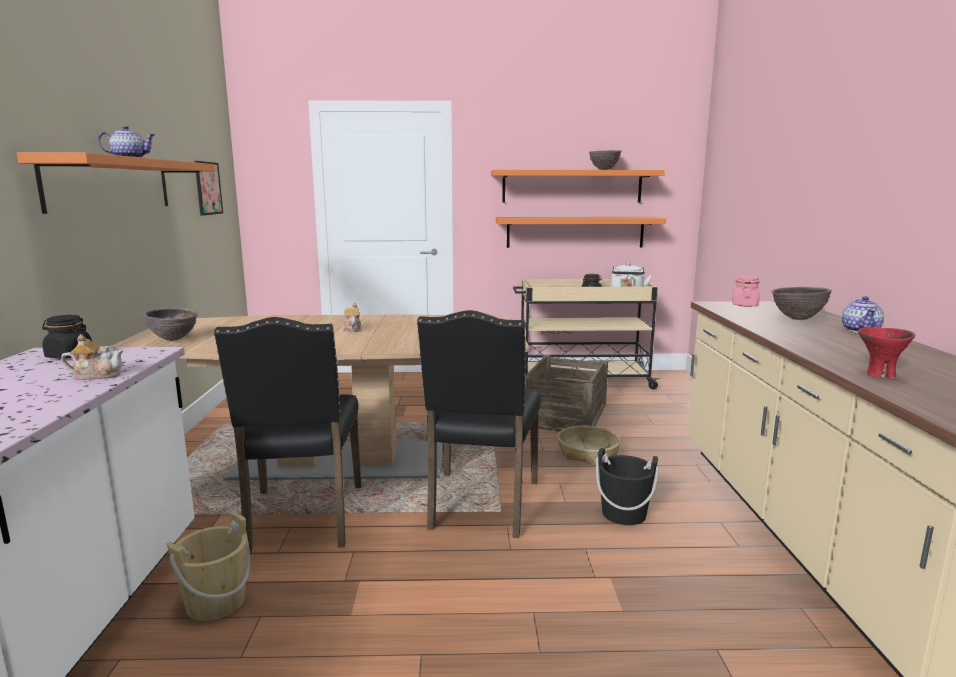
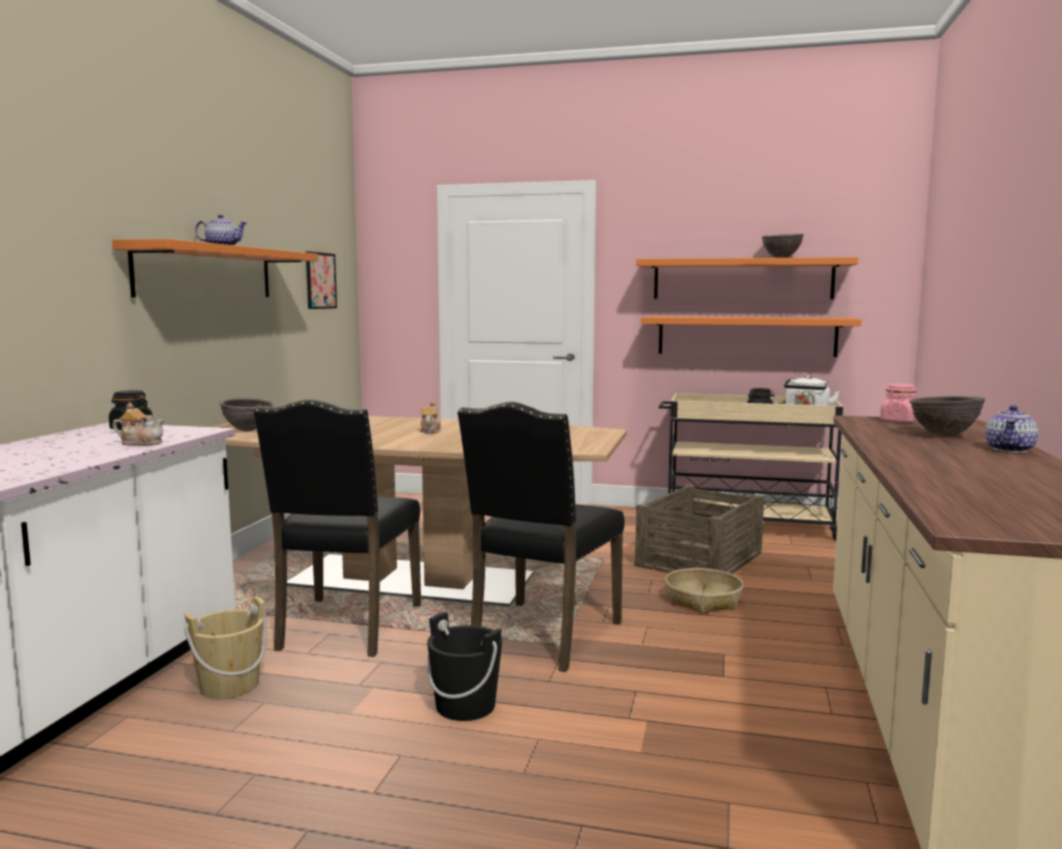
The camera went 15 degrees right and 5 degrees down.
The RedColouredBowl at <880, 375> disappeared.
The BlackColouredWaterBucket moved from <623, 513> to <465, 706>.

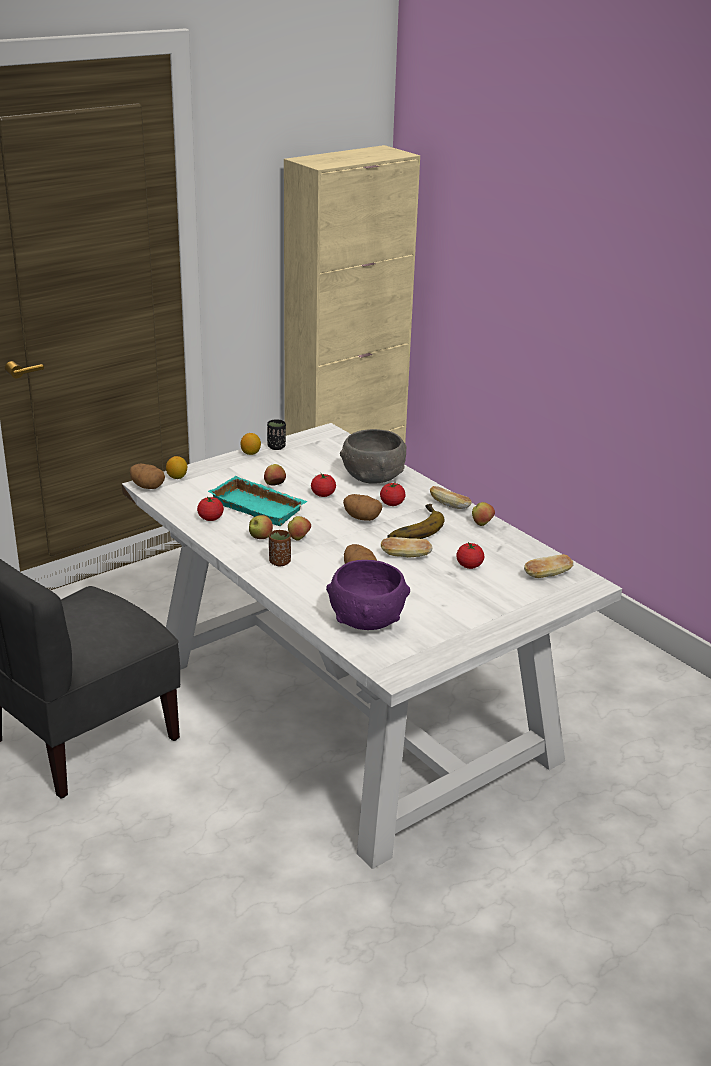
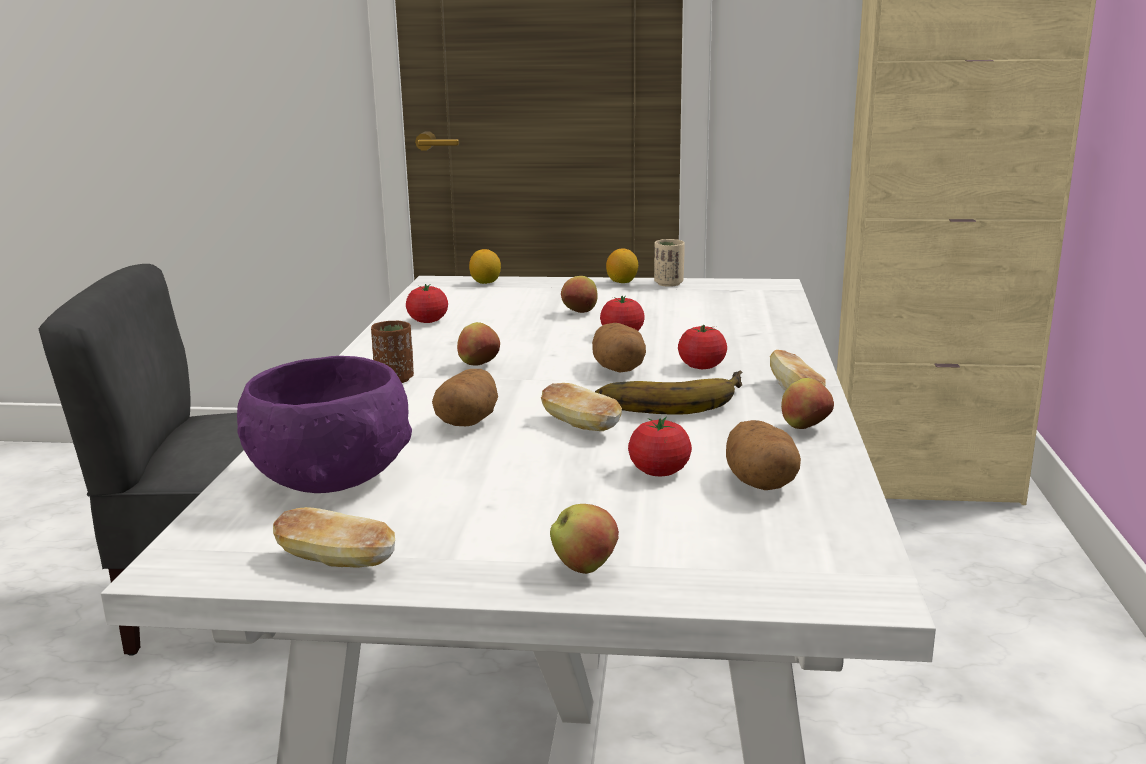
The camera went 45 degrees right and 10 degrees down.
The TurquoiseServingTray at <260, 506> disappeared.
The GreyBowl at <373, 477> disappeared.
The Spud moved from <147, 487> to <760, 482>.
The WholeApple moved from <260, 537> to <584, 568>.
The BakeryBread moved from <547, 575> to <336, 563>.
The BlackColouredDrinkingCup at <276, 447> became the BeigeColouredDrinkingCup at <668, 283>.

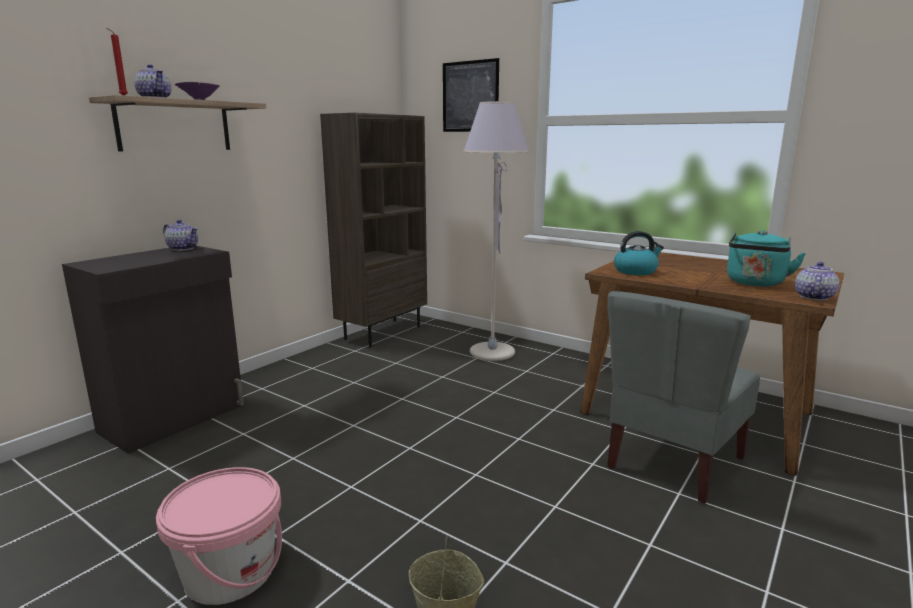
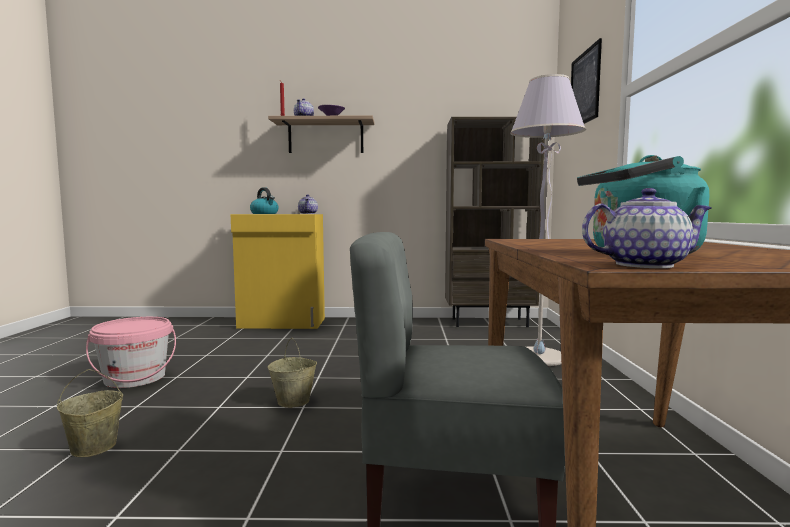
The camera went 55 degrees right and 10 degrees down.
The BeigeColouredWaterBucket at <294, 401> appeared.
The Kettle moved from <636, 271> to <265, 213>.
The BlackColouredStorageCabinet at <175, 418> became the YellowishStorageCabinet at <282, 323>.

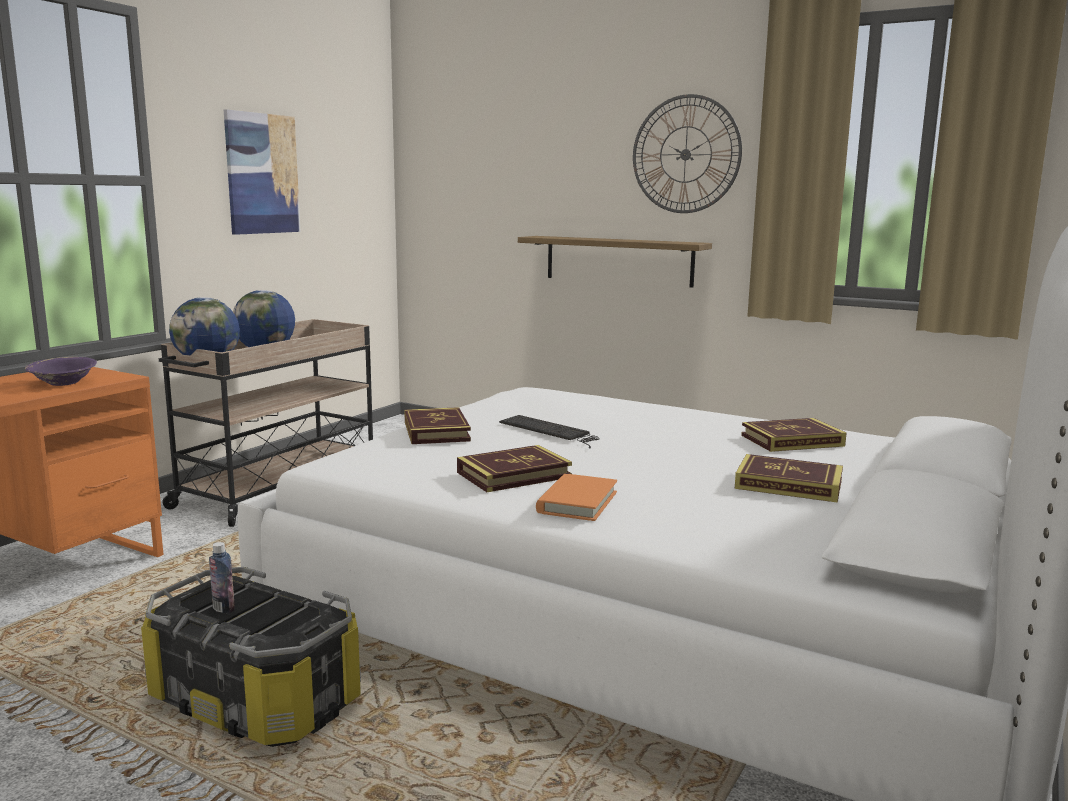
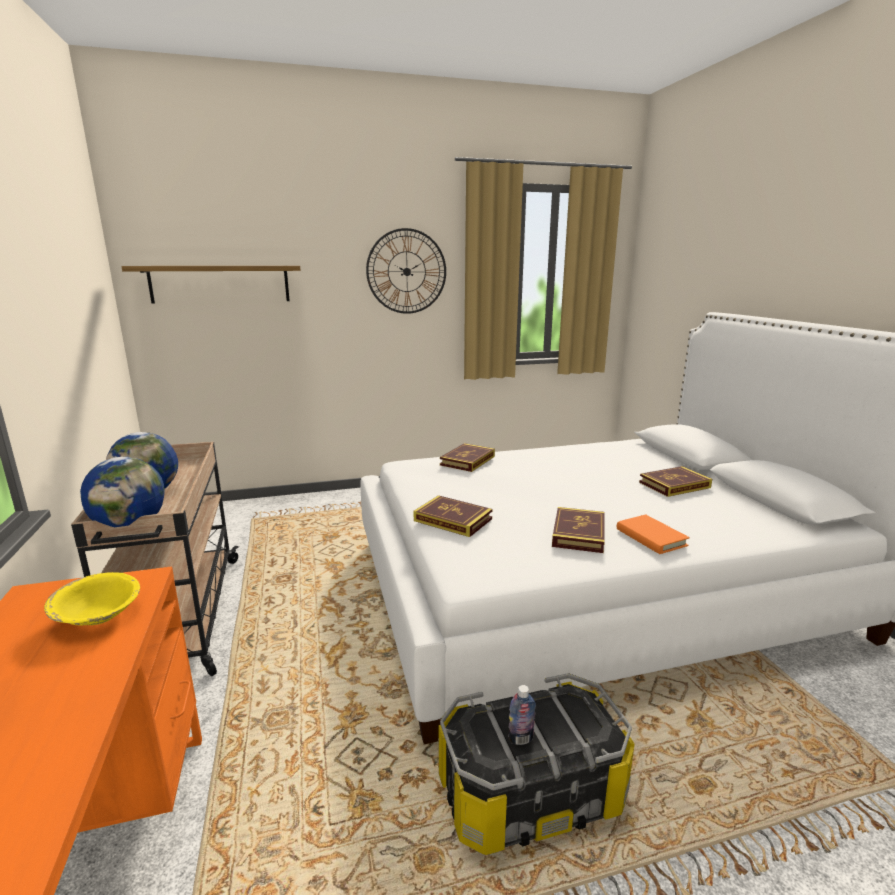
The camera went 45 degrees left and 5 degrees up.
The WallPicture at <262, 174> disappeared.
The Keyboard at <551, 431> disappeared.
The WallShelf moved from <618, 260> to <220, 284>.
The BoundBook moved from <792, 440> to <467, 460>.
The PurpleBowl at <63, 383> became the YellowishBowl at <98, 616>.

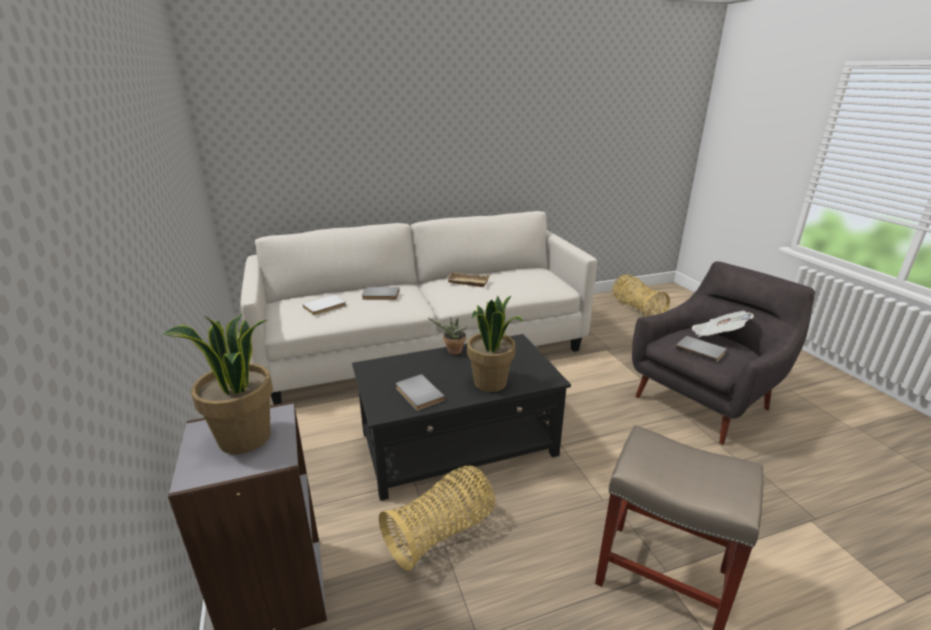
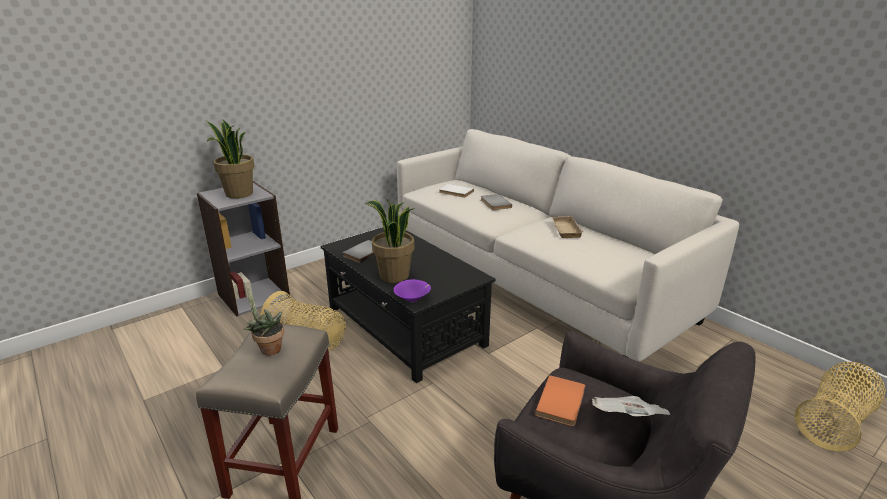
The camera went 70 degrees right and 0 degrees up.
The PurpleBowl at <413, 300> appeared.
The PlantInAPot moved from <453, 352> to <268, 349>.
The GreyBoundBook at <700, 350> became the OrangeColouredBoundBook at <562, 402>.

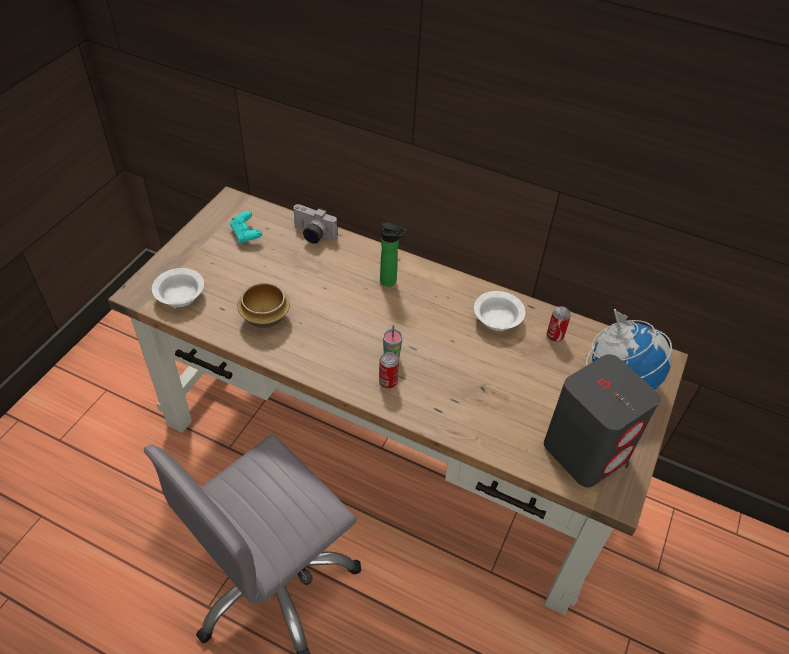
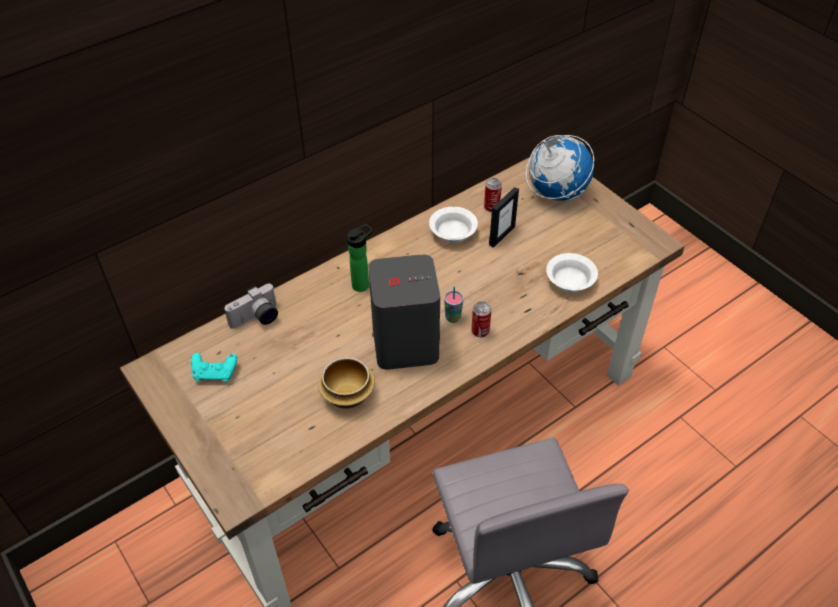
The camera went 60 degrees left and 0 degrees up.
The PictureFrame at <501, 235> appeared.
The WhiteColouredBowl moved from <181, 295> to <569, 280>.
The GreyLoudspeaker moved from <586, 450> to <405, 343>.

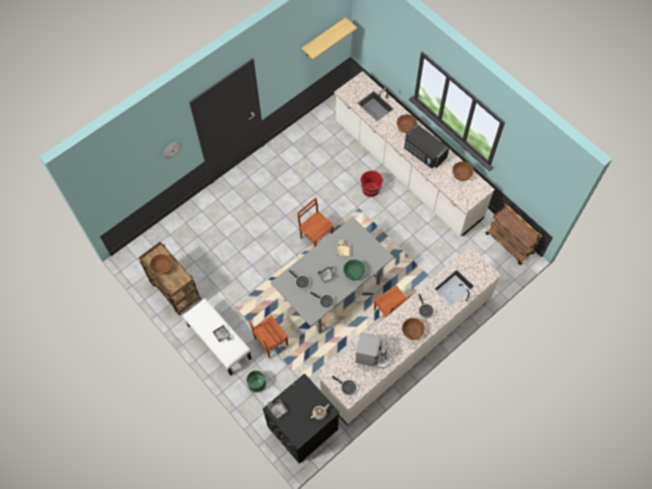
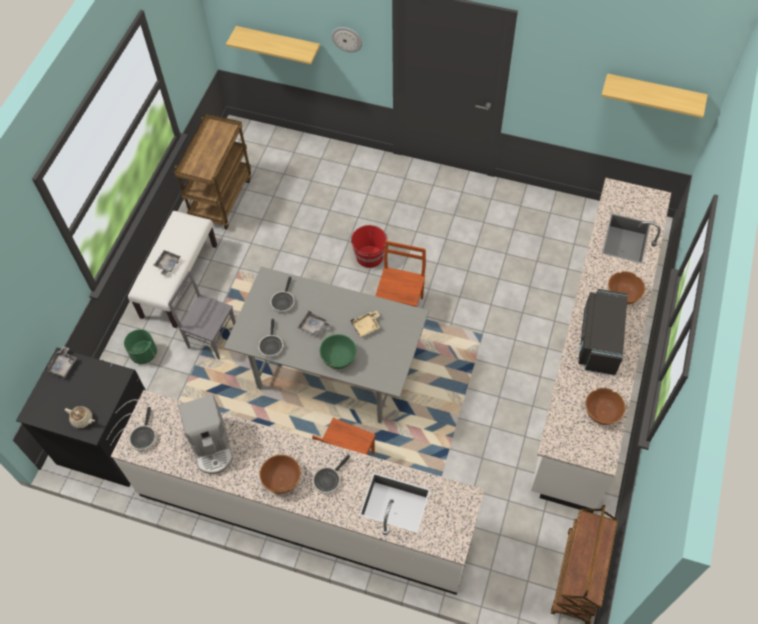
The camera went 60 degrees right and 5 degrees down.
The BrownColouredBowl at <162, 268> disappeared.
The WallShelf at <279, 44> appeared.
The RedColouredWaterBucket moved from <371, 189> to <370, 257>.
The BrownColouredPlainChair at <270, 342> became the GreyPlainChair at <212, 337>.

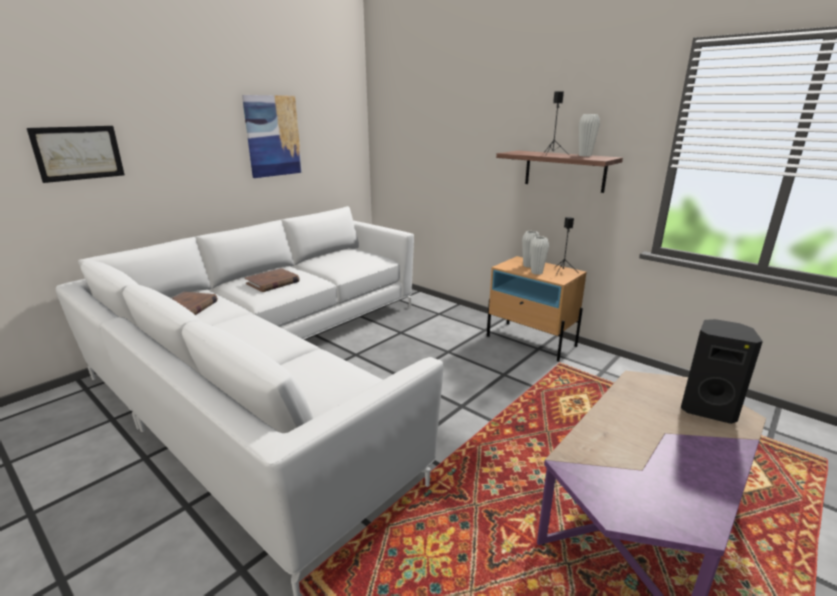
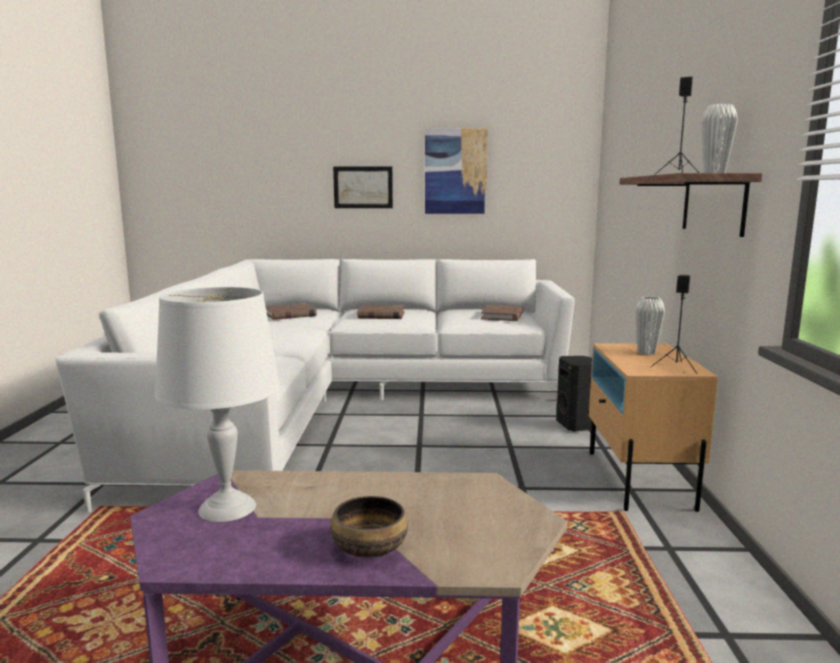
The camera went 50 degrees right and 10 degrees down.
The WhiteColouredFlowerVase at <536, 272> disappeared.
The WhiteColouredTableLamp at <228, 507> appeared.
The Bowl at <368, 547> appeared.
The BrownColouredBoundBook at <502, 316> appeared.
The WallPicture moved from <78, 153> to <363, 187>.
The BlackColouredLoudspeaker moved from <707, 409> to <576, 425>.

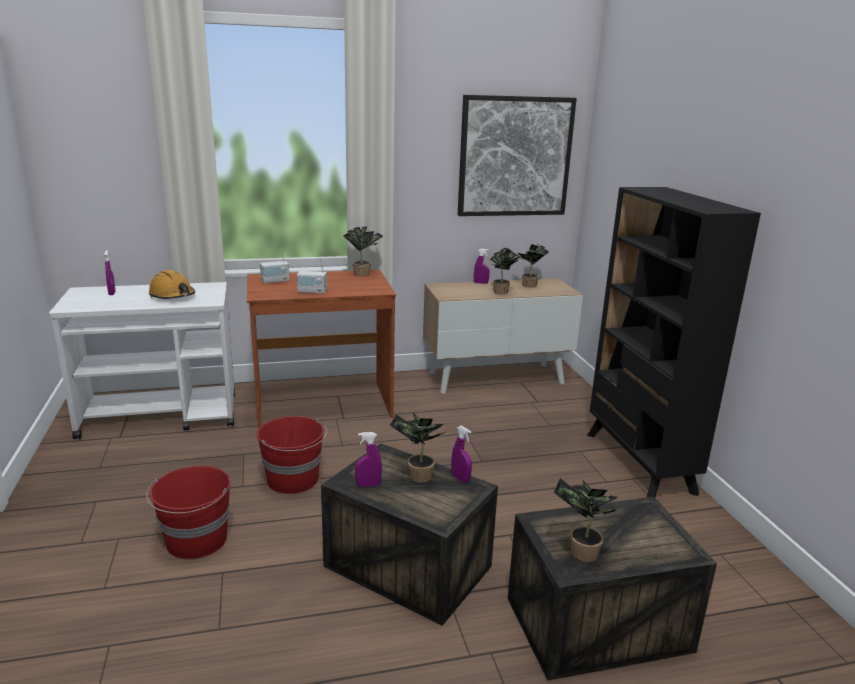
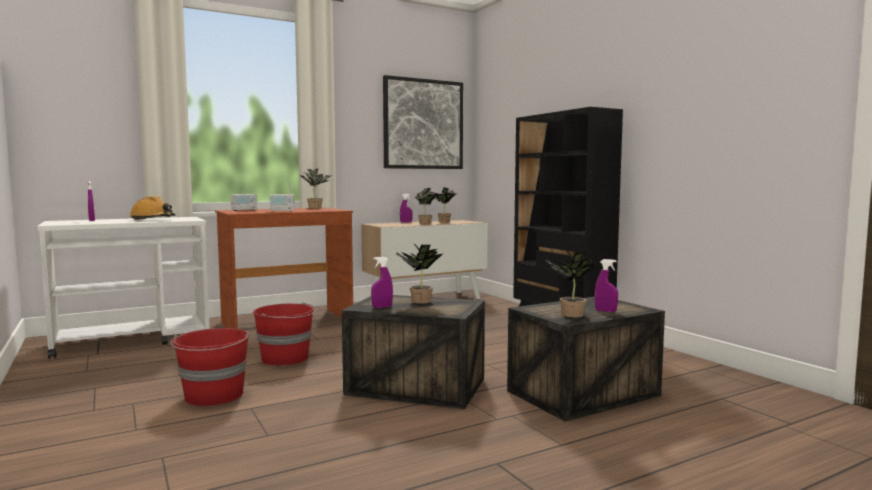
The camera went 15 degrees left and 15 degrees down.
The PurpleHandSprayer moved from <460, 479> to <605, 311>.

